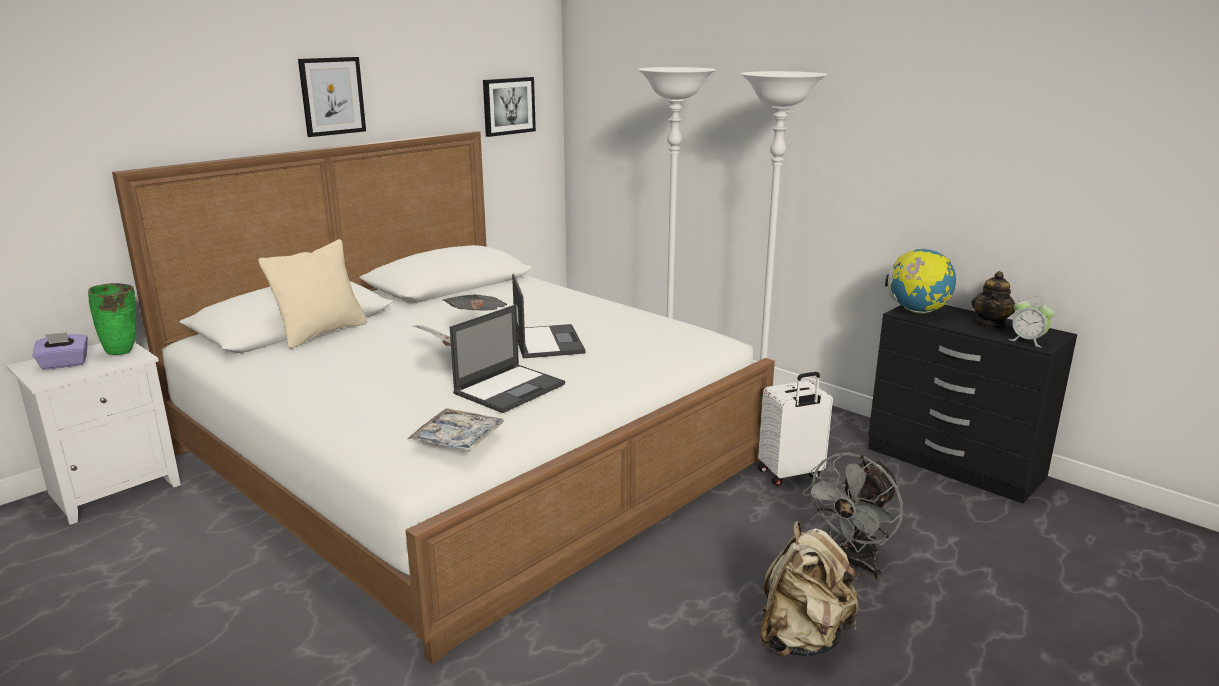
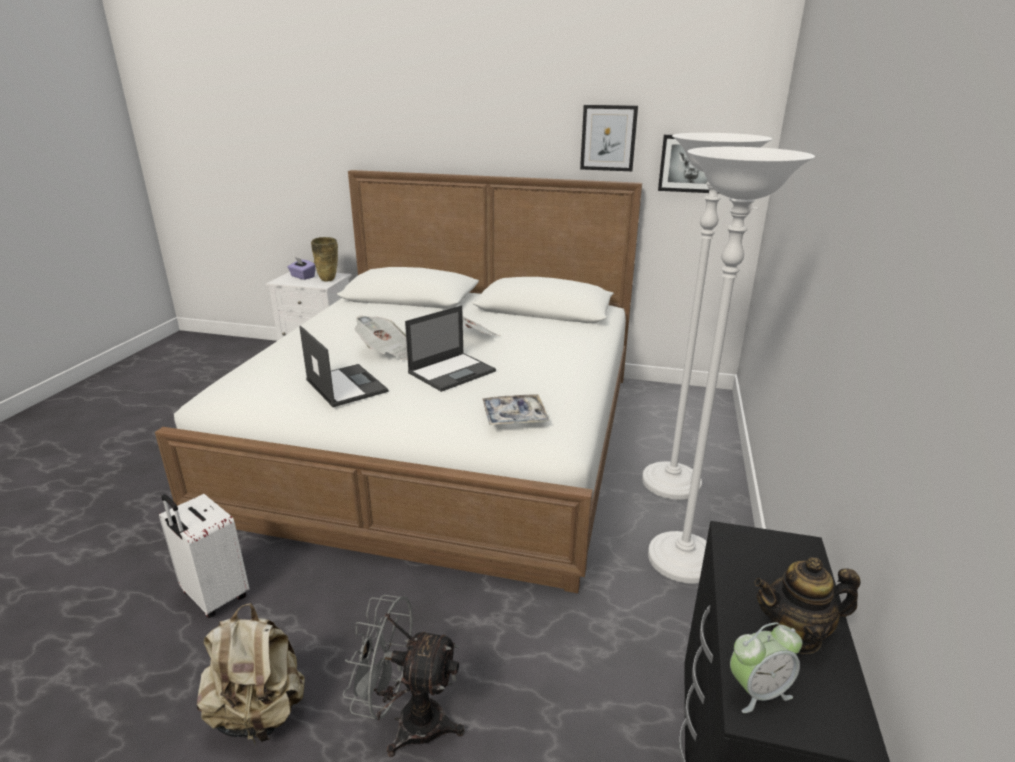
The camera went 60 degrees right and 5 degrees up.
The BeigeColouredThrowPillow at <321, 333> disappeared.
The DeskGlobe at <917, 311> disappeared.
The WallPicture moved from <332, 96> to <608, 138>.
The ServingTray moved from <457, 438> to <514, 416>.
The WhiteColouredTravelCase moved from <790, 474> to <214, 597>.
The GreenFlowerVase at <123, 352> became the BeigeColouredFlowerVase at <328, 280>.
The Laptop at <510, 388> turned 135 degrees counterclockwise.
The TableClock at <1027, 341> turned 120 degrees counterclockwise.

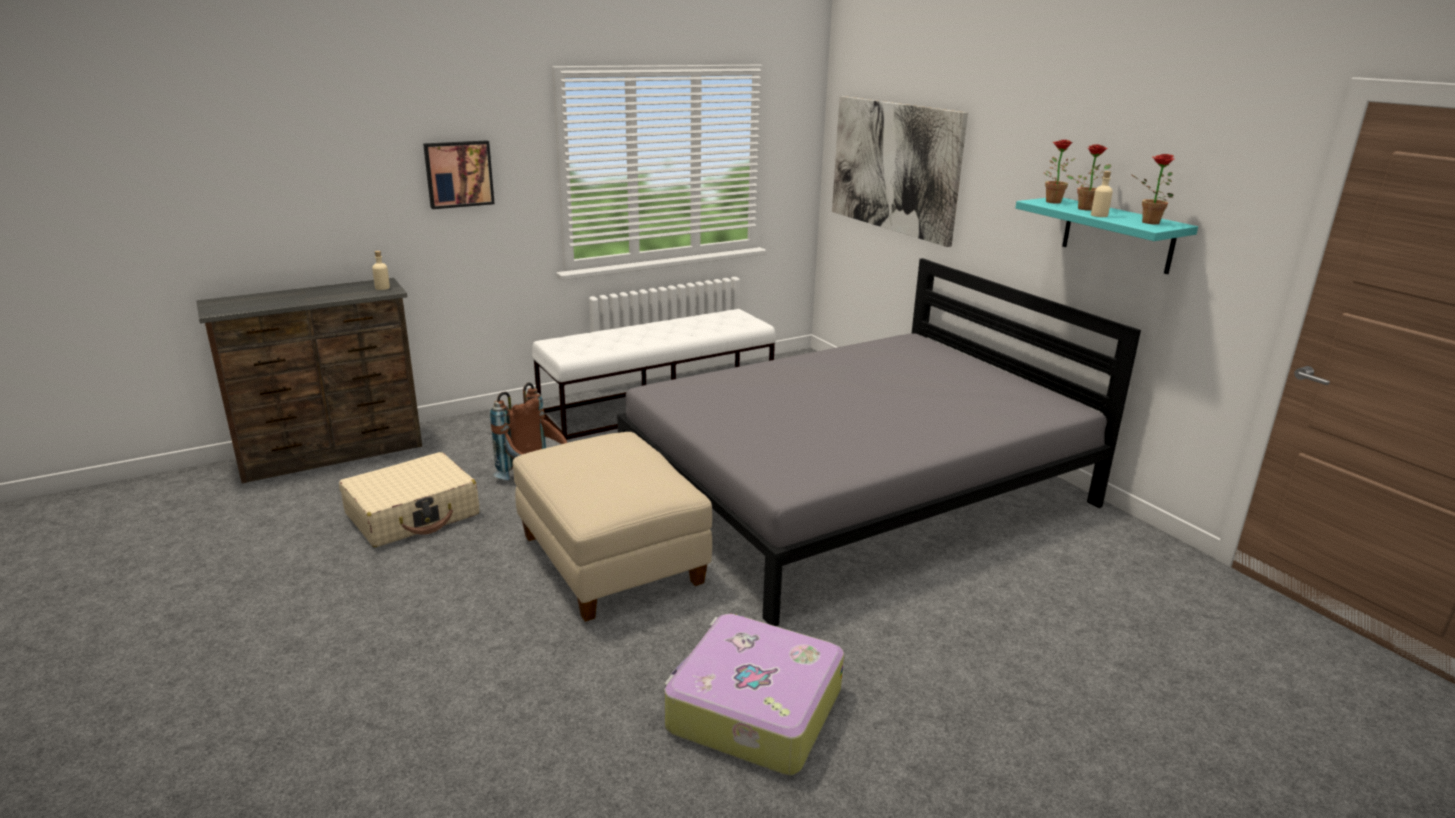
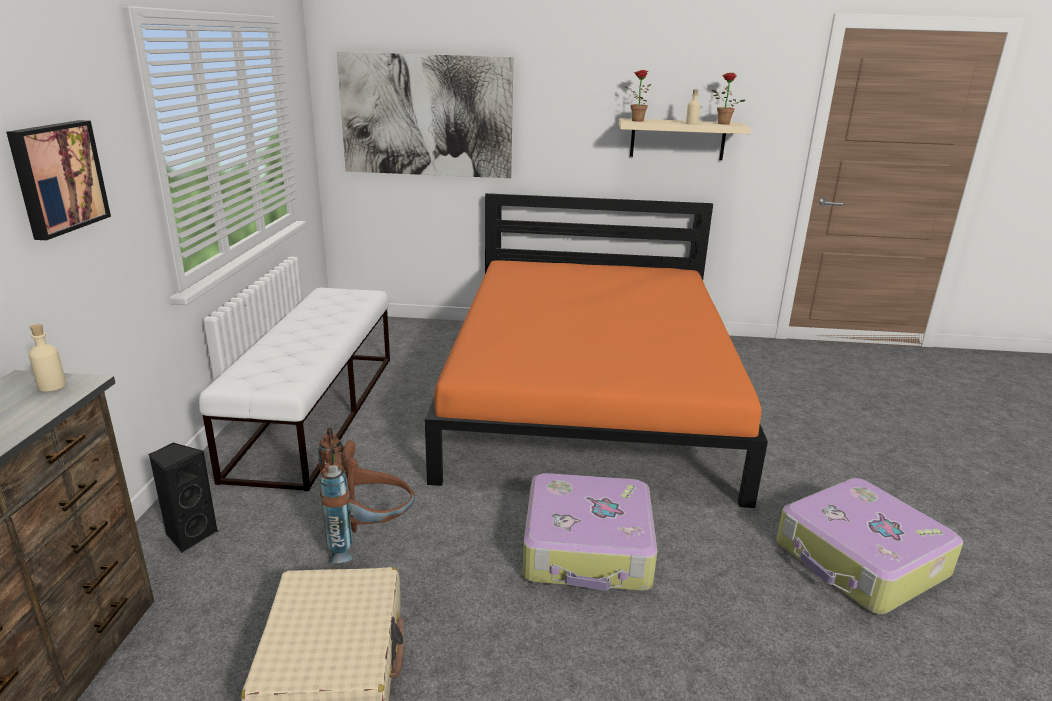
The camera went 55 degrees left and 0 degrees up.
The PlantInAPot at <1087, 208> disappeared.
The BlackColouredLoudspeaker at <190, 535> appeared.
The BeigeColouredPouffe at <612, 561> was replaced by the TravelCase at <588, 549>.
The GreySleepingBed at <856, 490> became the OrangeColouredSleepingBed at <590, 394>.
The TurquoiseWallShelf at <1117, 235> became the BeigeColouredWallShelf at <677, 139>.

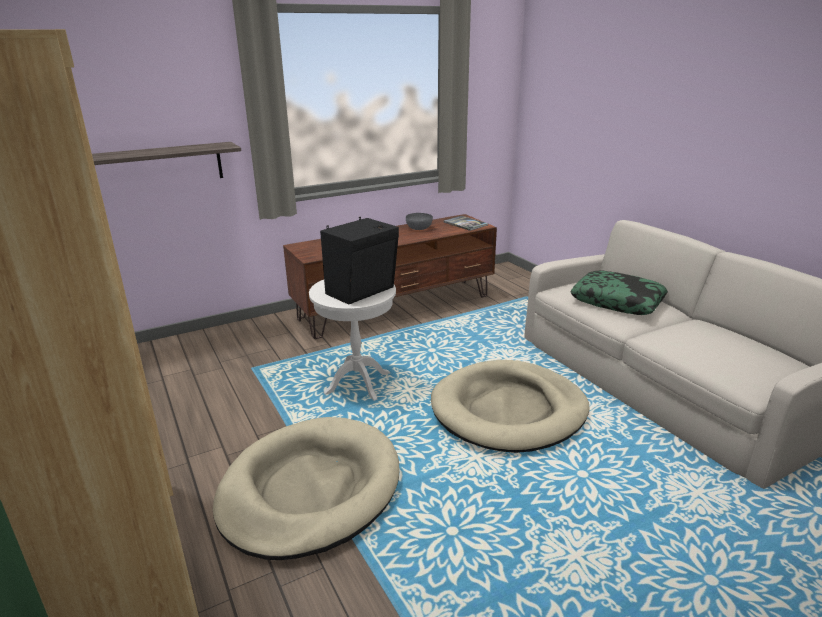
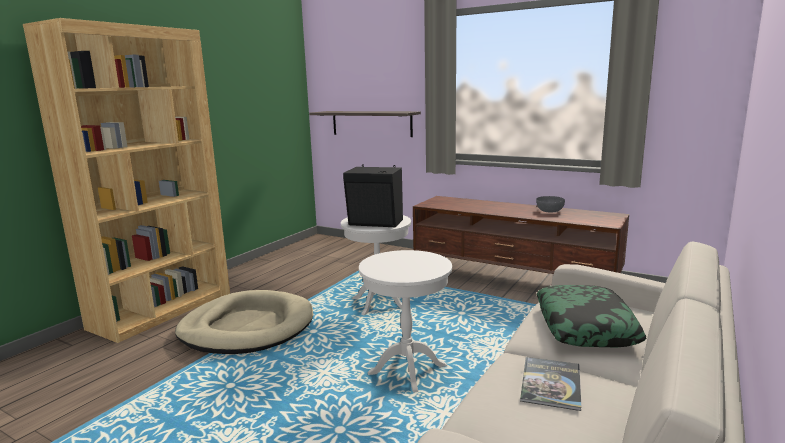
The camera went 60 degrees right and 10 degrees down.
The BoundBook moved from <465, 224> to <551, 384>.
The BeigeColouredDogCushion at <508, 410> was replaced by the WhiteColouredSideTable at <407, 370>.

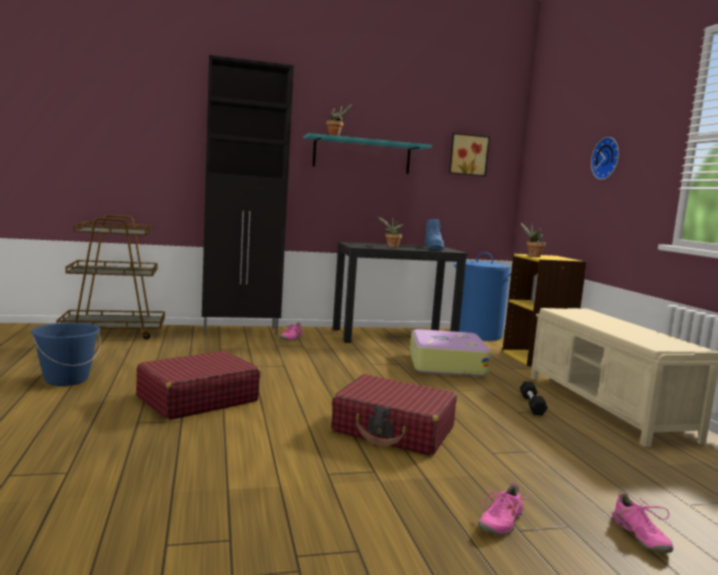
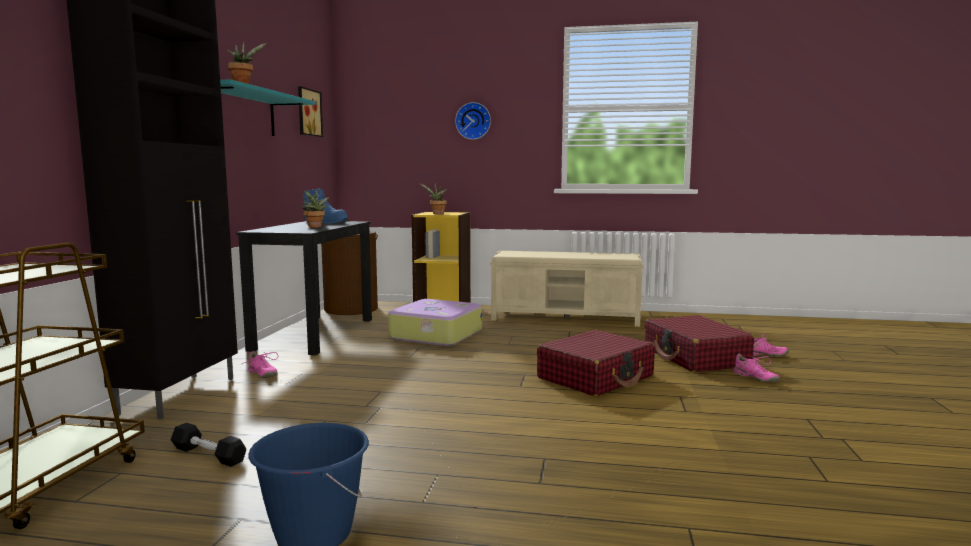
The camera went 65 degrees left and 0 degrees up.
The RedColouredTravelCase moved from <197, 399> to <695, 357>.
The BlackColouredFreeWeight moved from <532, 405> to <208, 455>.
The BlueHamper at <477, 334> became the BrownColouredHamper at <351, 309>.

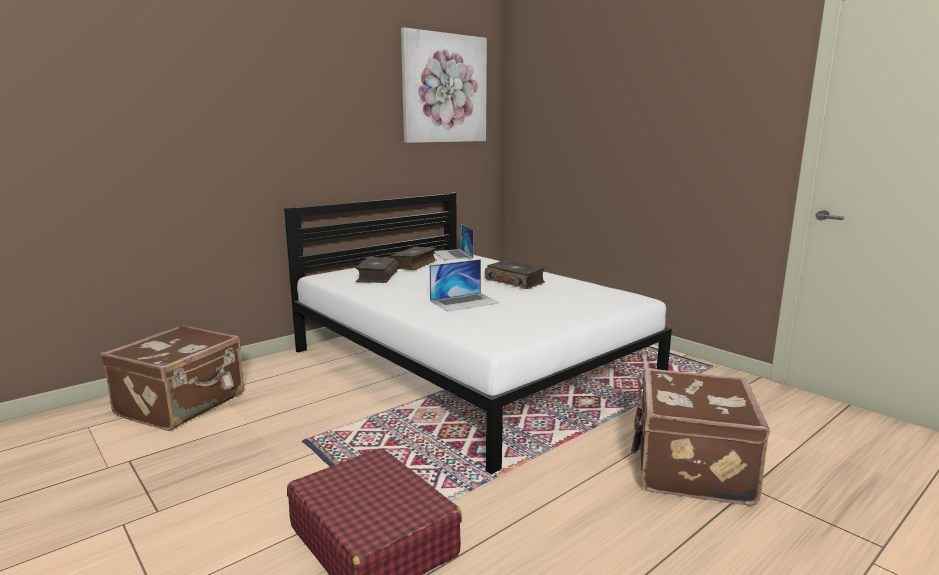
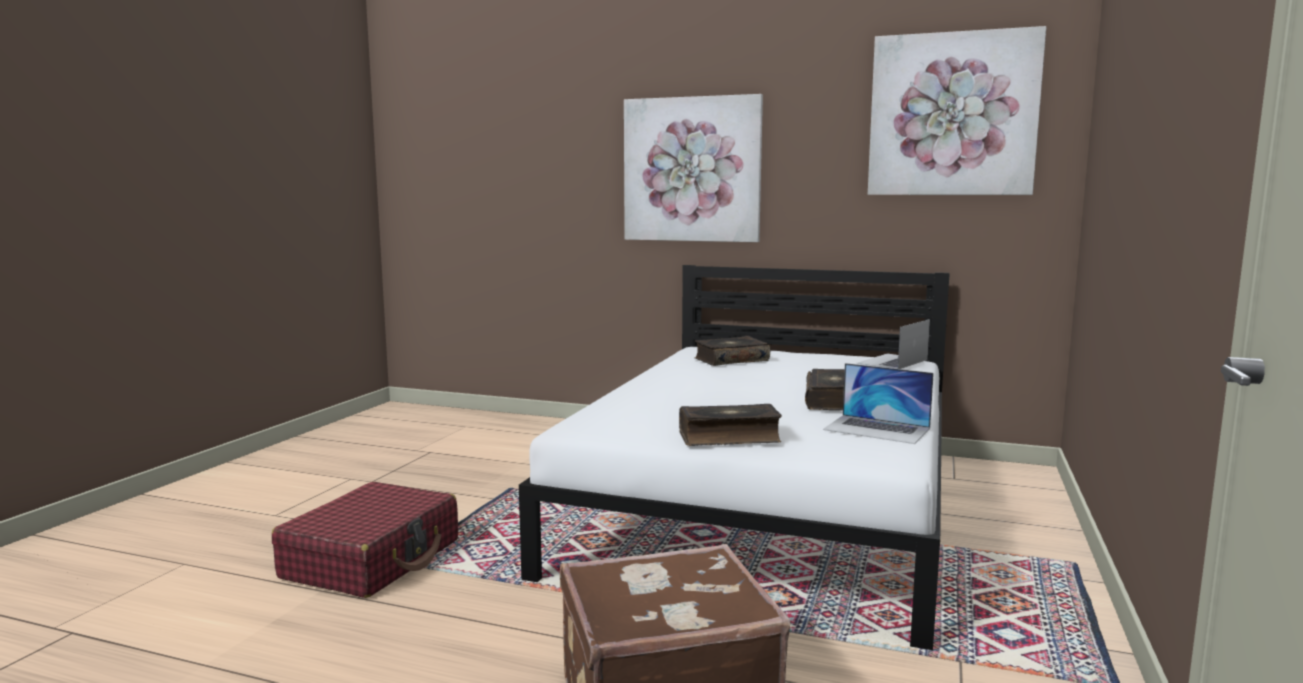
The camera went 60 degrees right and 5 degrees down.
The BrownColouredTravelCase at <183, 405> disappeared.
The WallPicture at <692, 170> appeared.
The BoundBook moved from <414, 264> to <729, 437>.
The Laptop moved from <464, 302> to <877, 429>.

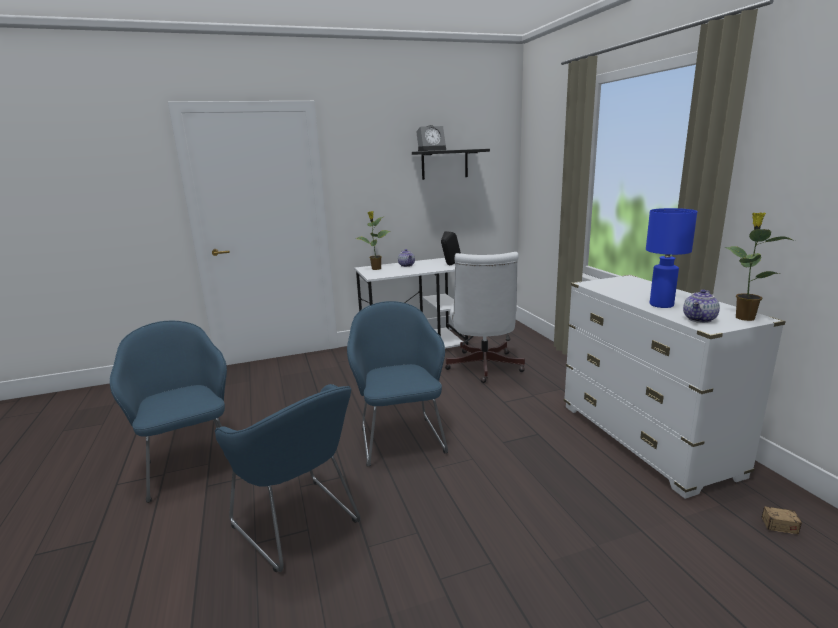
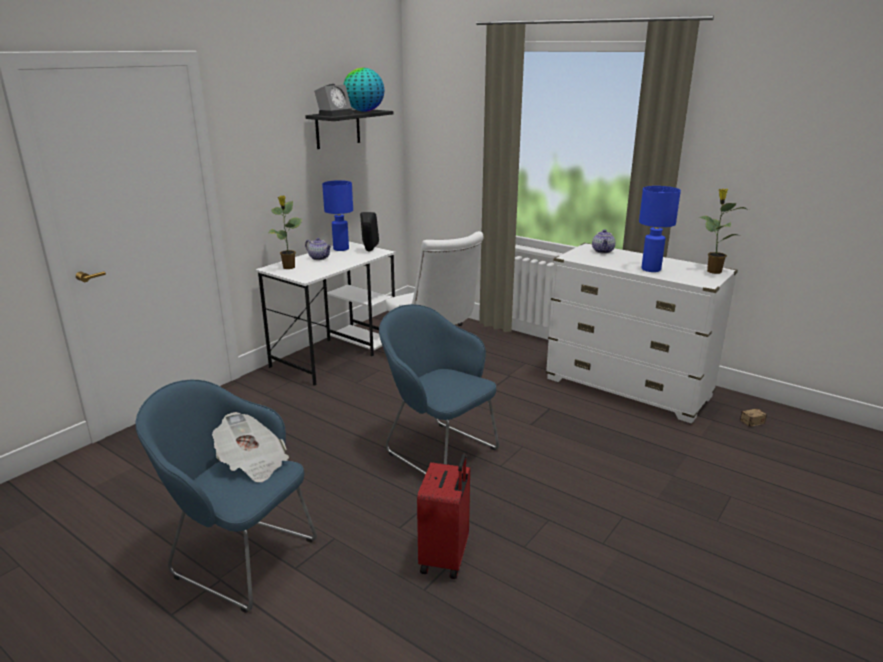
The camera went 35 degrees left and 5 degrees up.
The Newspaper at <253, 462> appeared.
The BlueTableLamp at <341, 249> appeared.
The DeskGlobe at <364, 111> appeared.
The PotForTea moved from <700, 319> to <603, 251>.
The BlueLoungeChair at <300, 526> was replaced by the RedColouredTravelCase at <446, 558>.

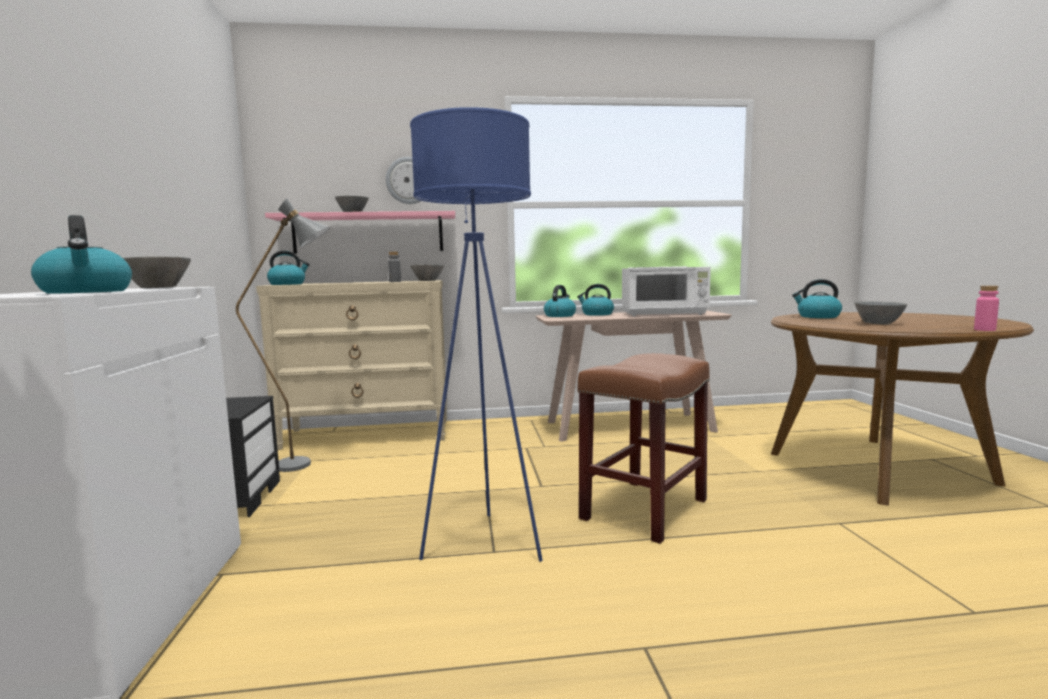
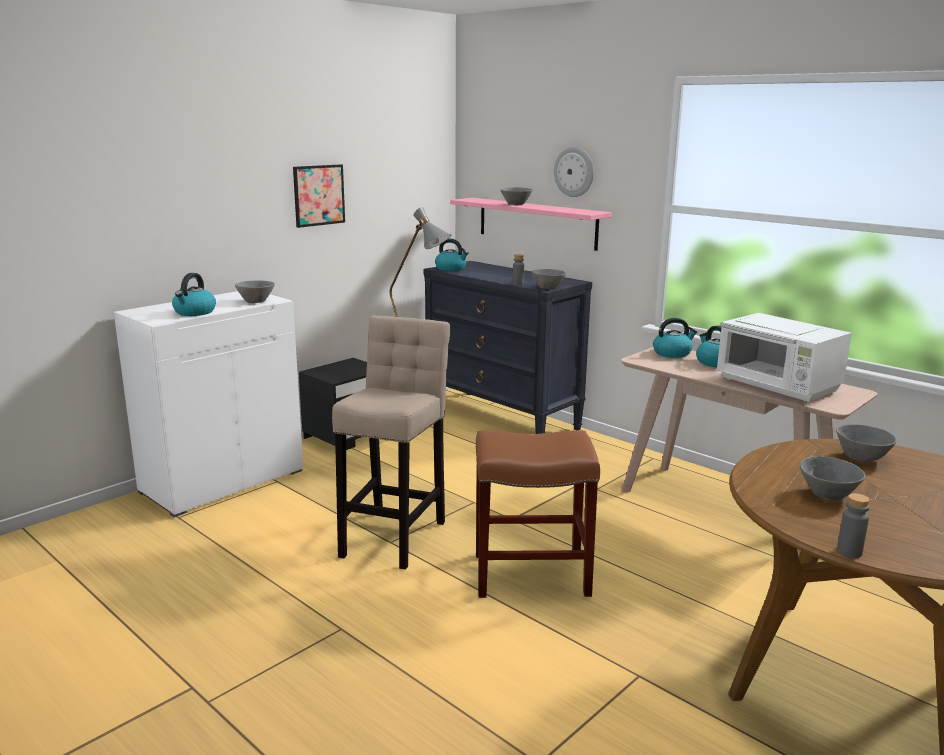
The camera went 50 degrees right and 10 degrees up.
The WallPicture at <319, 195> appeared.
The BlueStandingLamp at <485, 544> was replaced by the BeigeColouredStoolSeat at <395, 535>.
The Kettle at <817, 316> was replaced by the GreyBowl at <862, 458>.
The BeigeColouredDresser at <368, 434> became the BlackColouredDresser at <502, 418>.
The PinkColouredDrinkBottle at <984, 330> became the GreyDrinkBottle at <849, 552>.

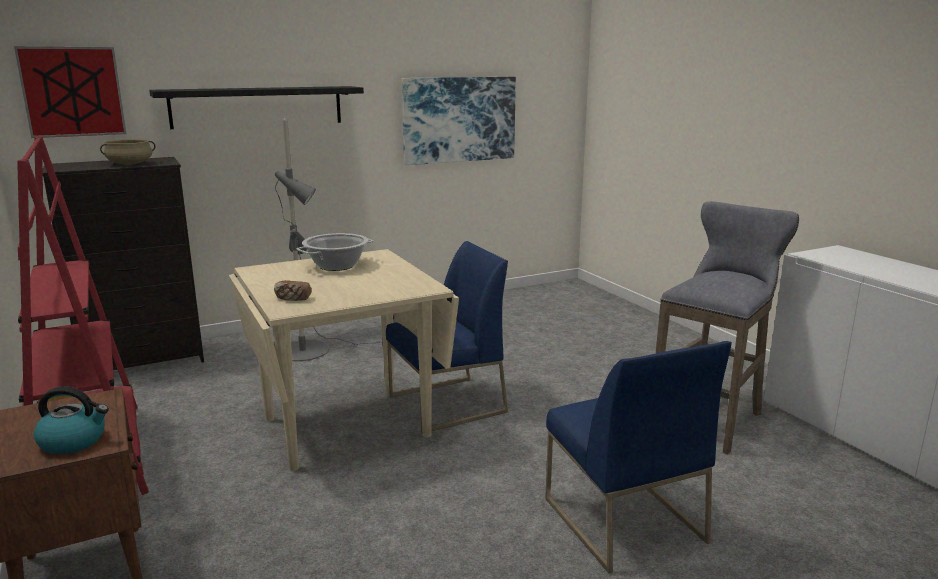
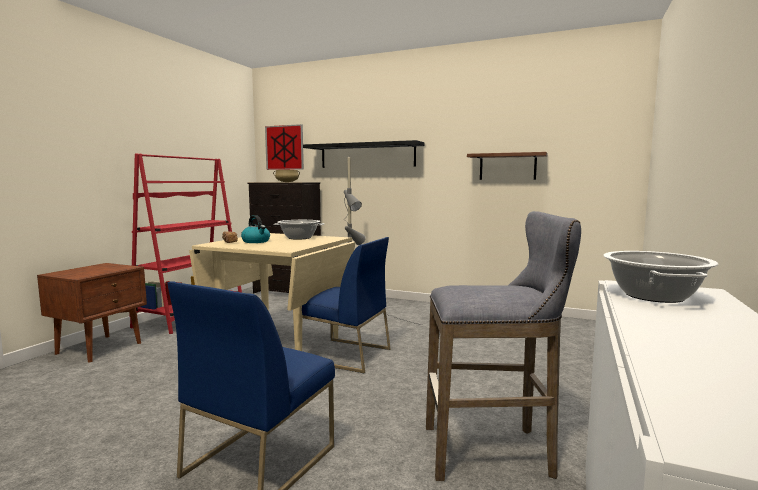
The camera went 50 degrees right and 10 degrees down.
The CookingPot at <654, 296> appeared.
The Kettle moved from <74, 441> to <256, 241>.
The WallPicture at <459, 119> was replaced by the BrownColouredWallShelf at <507, 166>.

